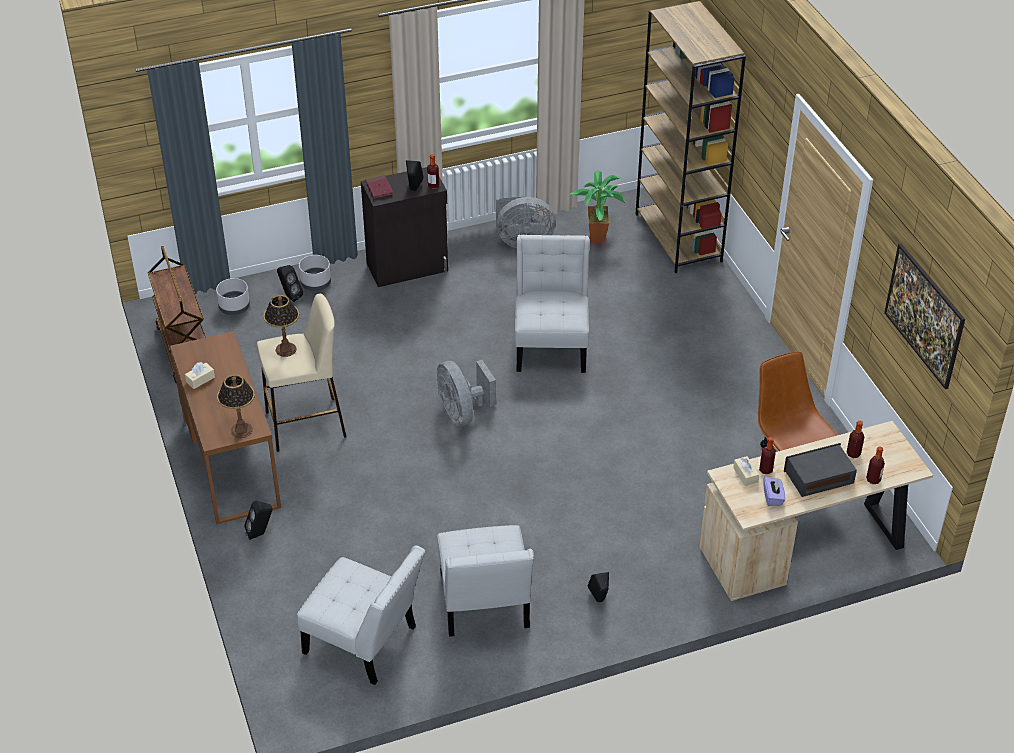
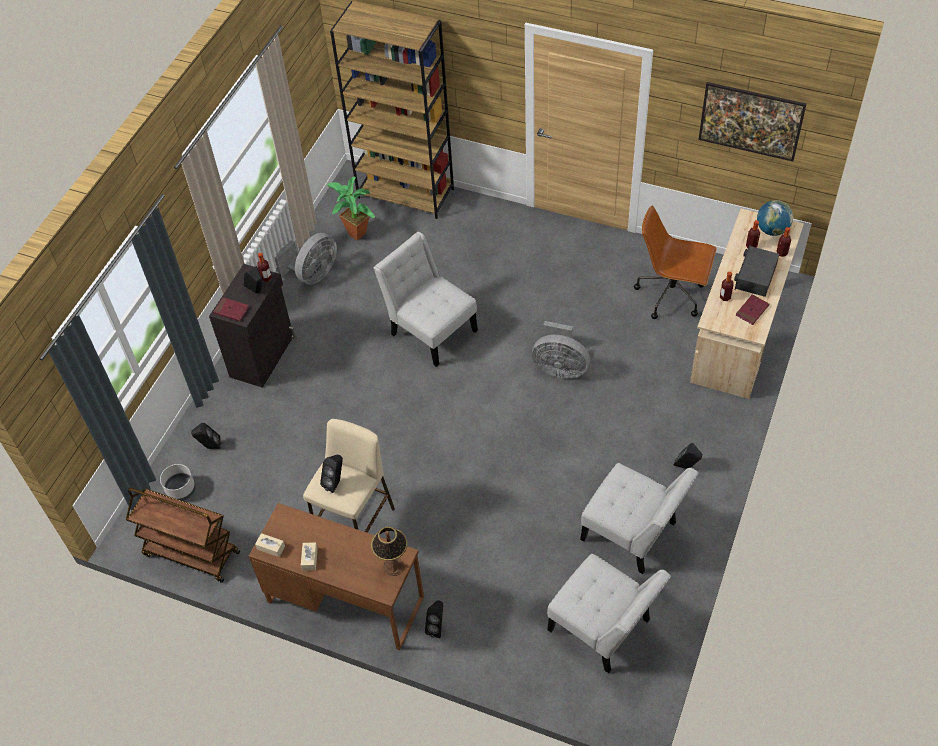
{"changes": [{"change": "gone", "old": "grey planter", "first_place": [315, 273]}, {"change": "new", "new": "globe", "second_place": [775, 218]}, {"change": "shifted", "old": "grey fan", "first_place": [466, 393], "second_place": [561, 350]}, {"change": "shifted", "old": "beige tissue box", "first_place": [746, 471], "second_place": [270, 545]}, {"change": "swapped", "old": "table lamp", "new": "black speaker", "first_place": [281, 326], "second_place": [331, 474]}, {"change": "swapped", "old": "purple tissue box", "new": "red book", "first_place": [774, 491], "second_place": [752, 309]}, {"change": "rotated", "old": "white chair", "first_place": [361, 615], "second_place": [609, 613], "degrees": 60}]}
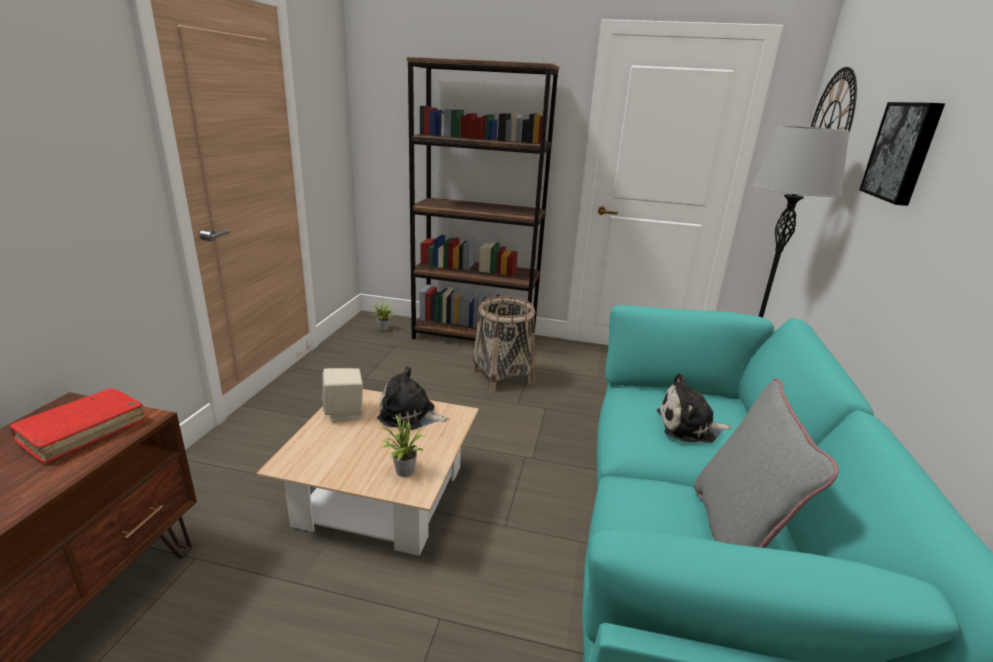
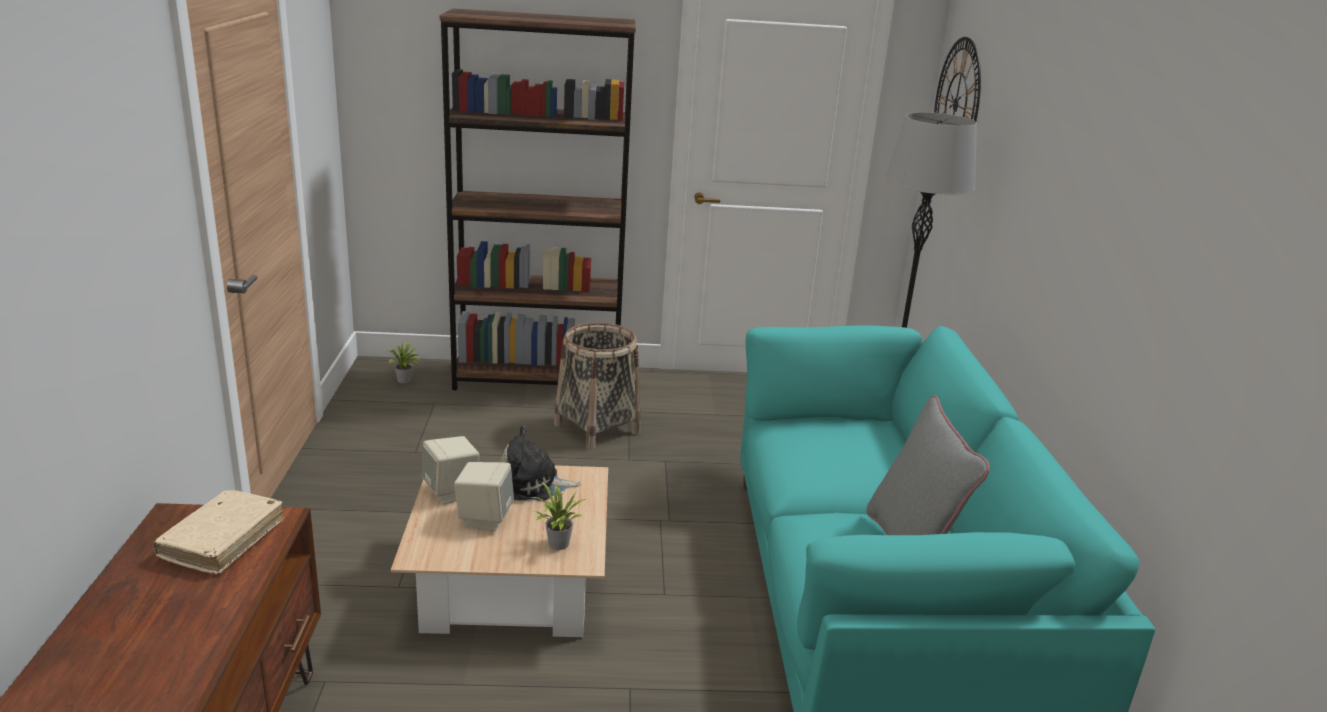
{"changes": [{"change": "gone", "old": "plush toy", "first_place": [694, 408]}, {"change": "gone", "old": "picture", "first_place": [902, 154]}, {"change": "new", "new": "beige speaker", "second_place": [484, 496]}, {"change": "repainted", "old": "red book", "new": "beige book", "first_place": [77, 426], "second_place": [218, 532]}]}
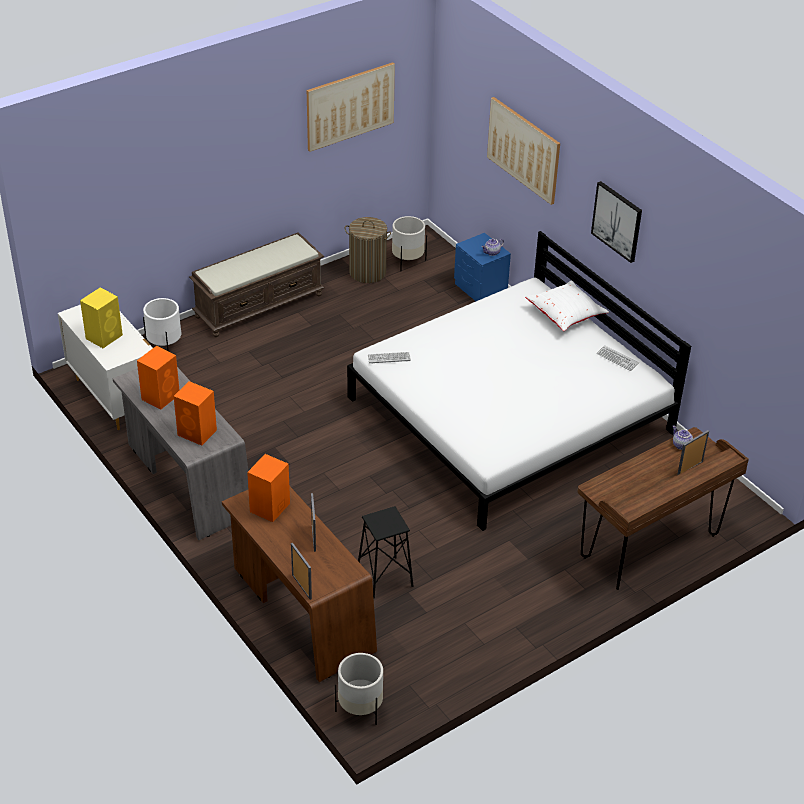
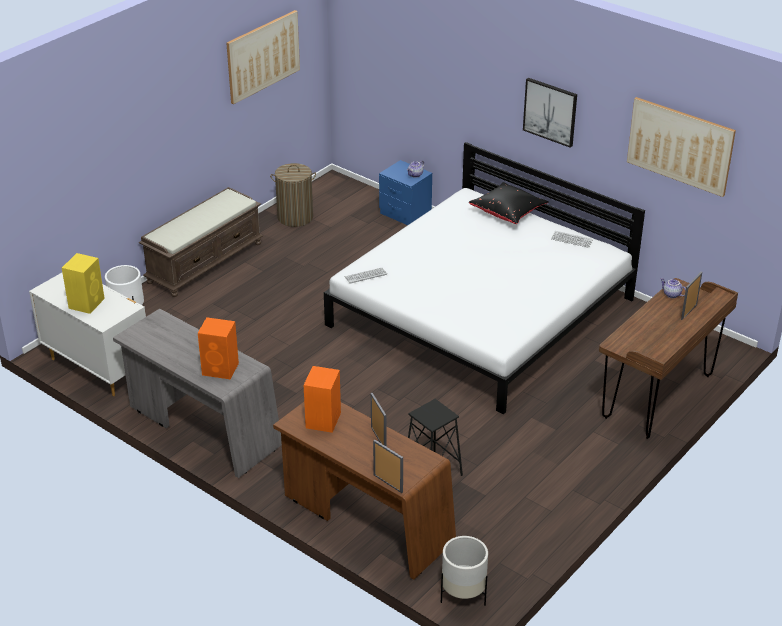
{"changes": [{"change": "gone", "old": "orange speaker", "first_place": [158, 378]}, {"change": "gone", "old": "white planter", "first_place": [409, 243]}, {"change": "shifted", "old": "picture", "first_place": [523, 151], "second_place": [681, 147]}, {"change": "repainted", "old": "white pillow", "new": "black pillow", "first_place": [567, 305], "second_place": [509, 203]}]}
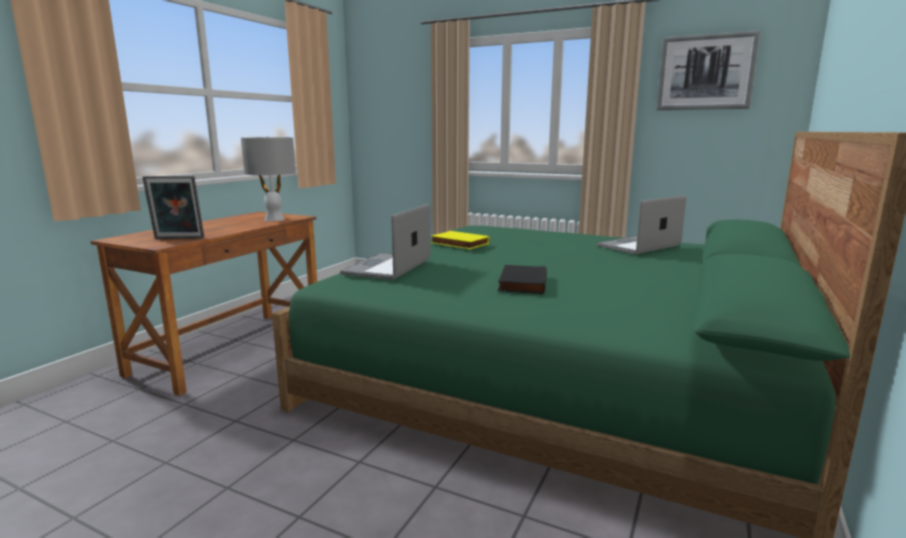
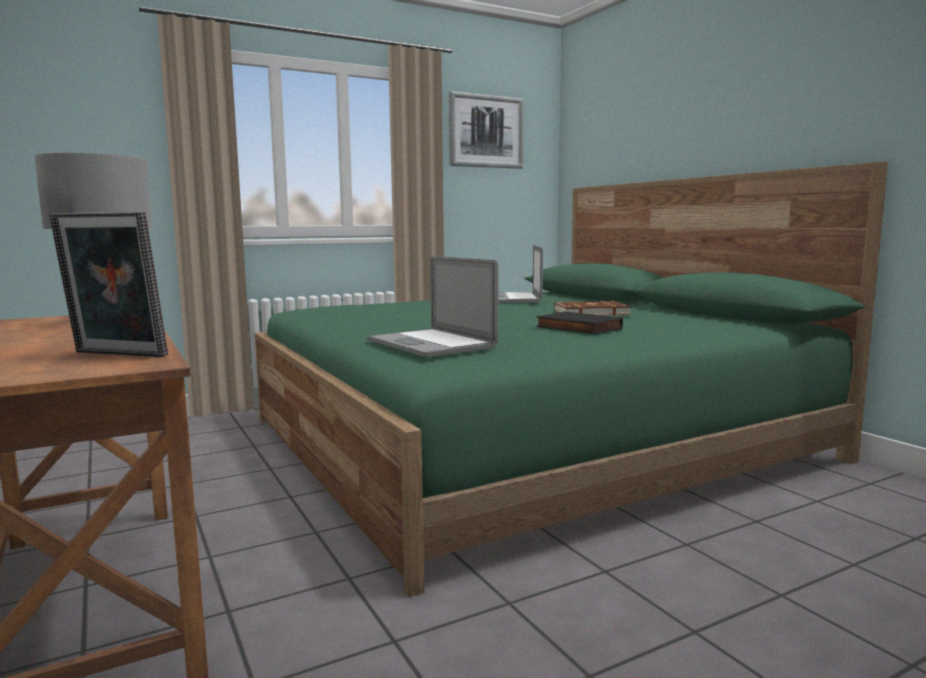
{"changes": [{"change": "gone", "old": "yellow book", "first_place": [460, 240]}, {"change": "new", "new": "brown book", "second_place": [592, 308]}, {"change": "rotated", "old": "picture frame", "first_place": [173, 207], "second_place": [108, 284], "degrees": 75}]}
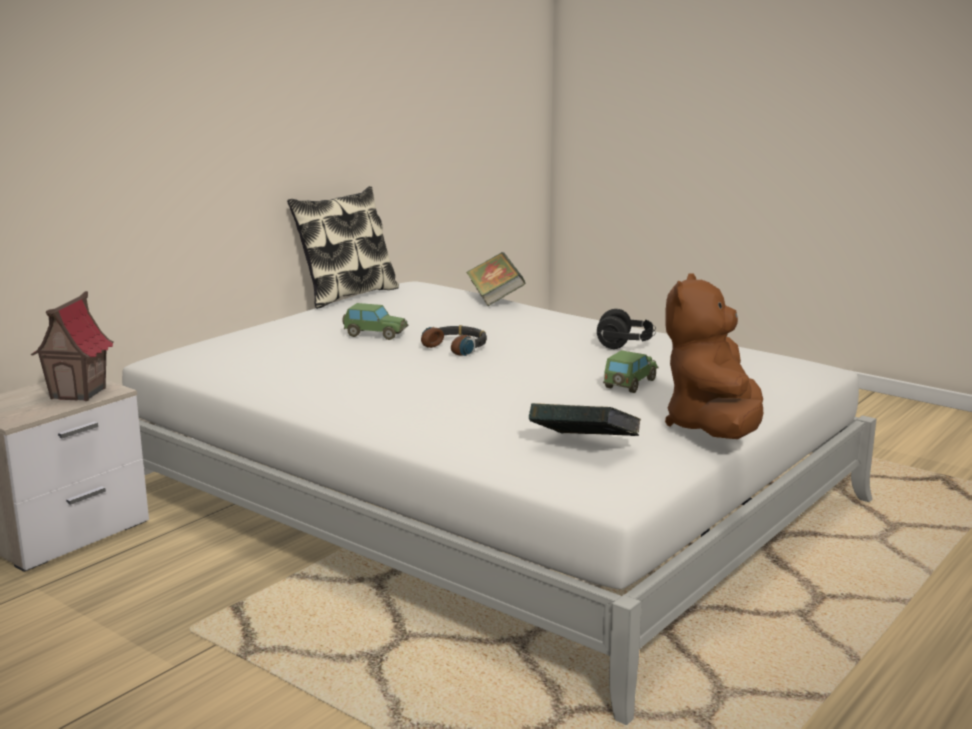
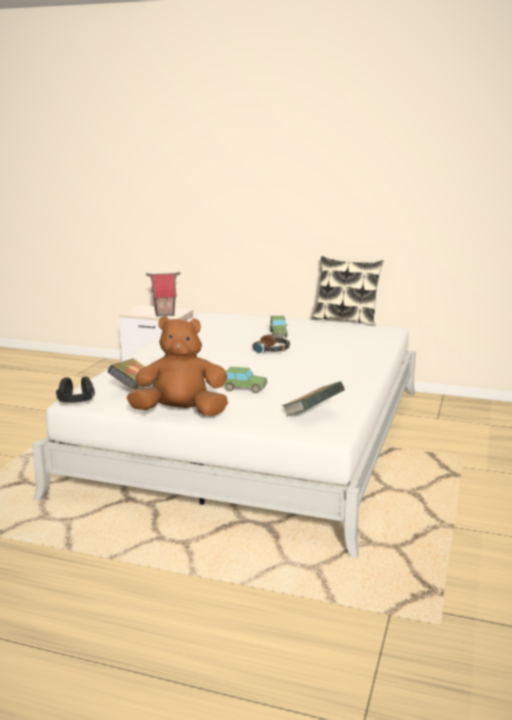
{"changes": [{"change": "shifted", "old": "book", "first_place": [495, 279], "second_place": [313, 398]}, {"change": "shifted", "old": "black headphones", "first_place": [626, 329], "second_place": [75, 389]}]}
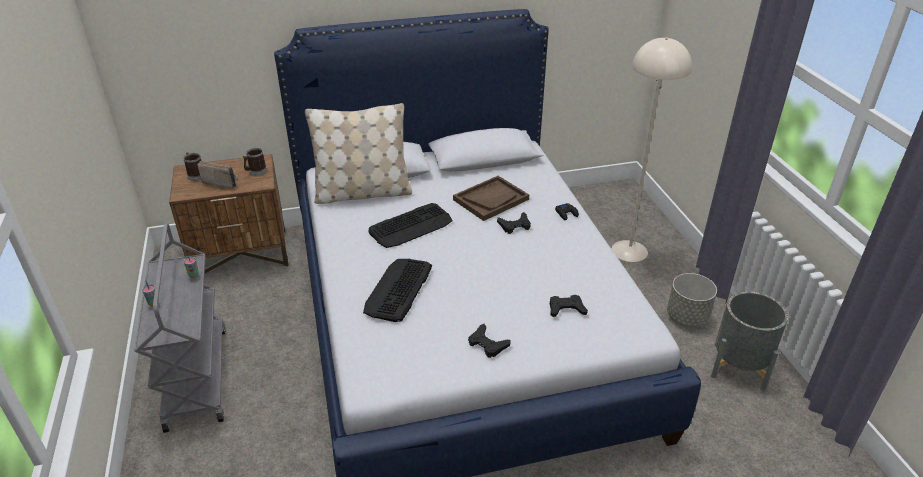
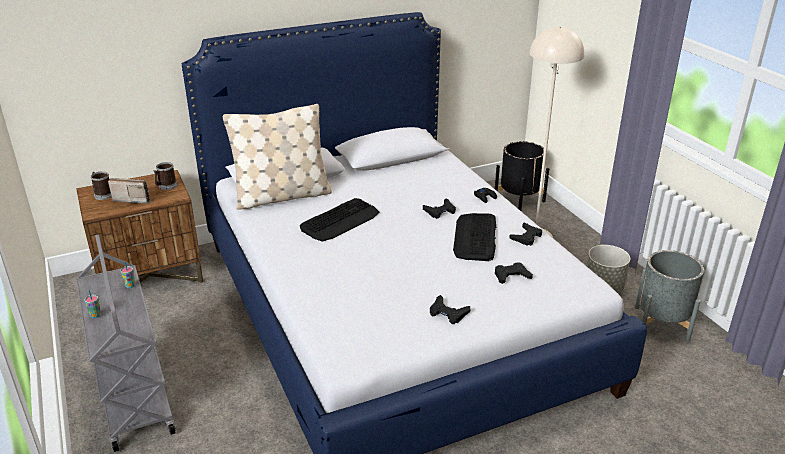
{"changes": [{"change": "gone", "old": "brown tray", "first_place": [491, 198]}, {"change": "new", "new": "black planter", "second_place": [522, 176]}, {"change": "new", "new": "black game controller", "second_place": [525, 234]}, {"change": "shifted", "old": "keyboard", "first_place": [397, 290], "second_place": [474, 237]}]}
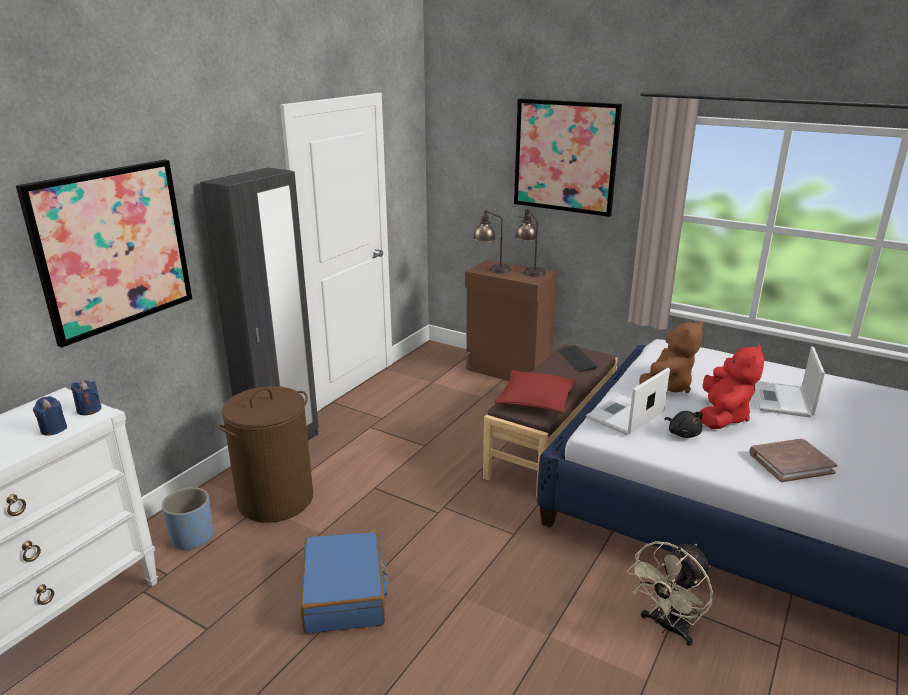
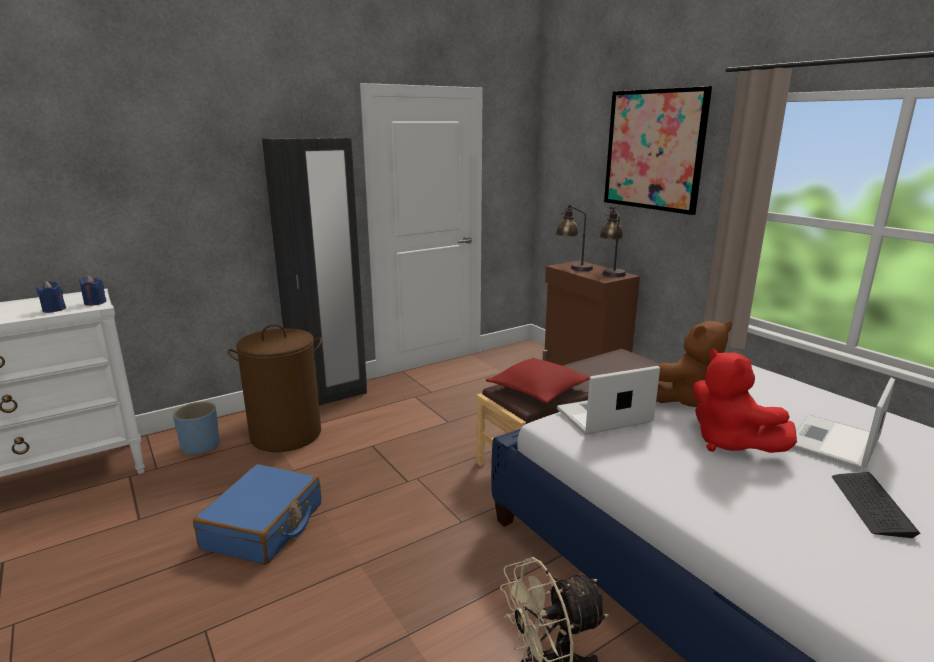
{"changes": [{"change": "gone", "old": "picture", "first_place": [104, 254]}, {"change": "gone", "old": "black plush toy", "first_place": [683, 424]}, {"change": "gone", "old": "brown book", "first_place": [793, 460]}, {"change": "shifted", "old": "keyboard", "first_place": [578, 358], "second_place": [876, 505]}, {"change": "rotated", "old": "red plush toy", "first_place": [732, 386], "second_place": [745, 400], "degrees": 105}]}
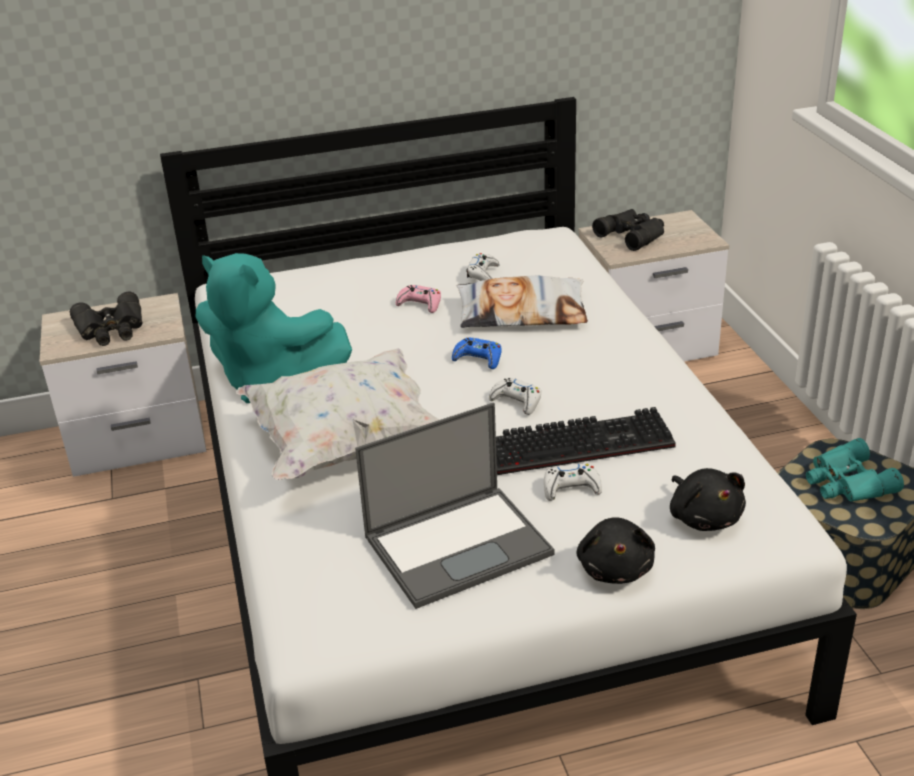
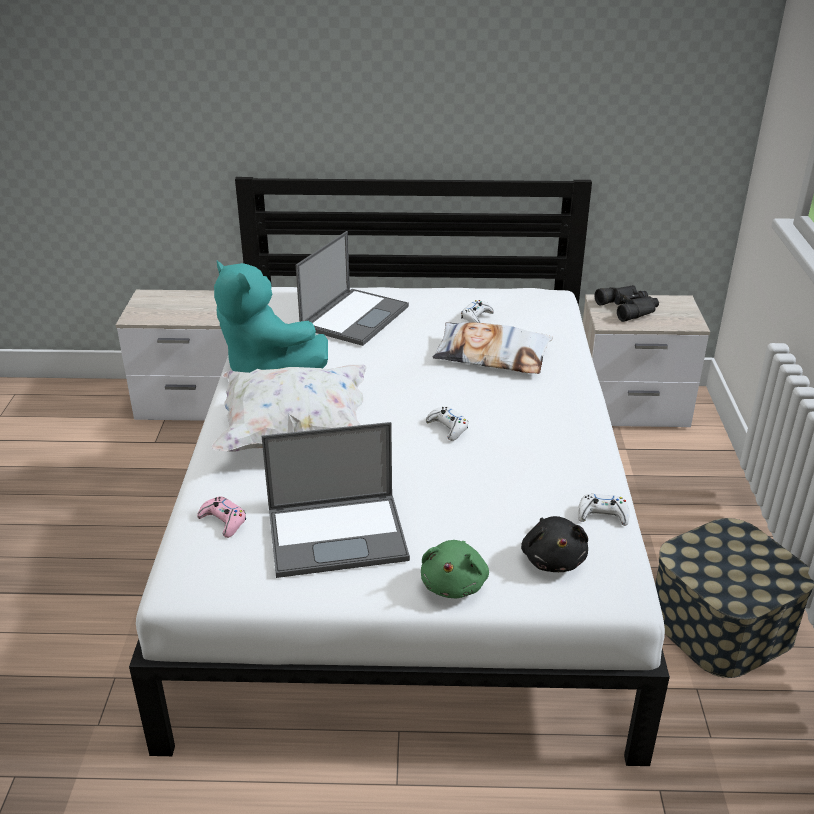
{"changes": [{"change": "gone", "old": "black binoculars", "first_place": [106, 319]}, {"change": "gone", "old": "blue game controller", "first_place": [477, 353]}, {"change": "gone", "old": "keyboard", "first_place": [586, 441]}, {"change": "gone", "old": "turquoise binoculars", "first_place": [855, 470]}, {"change": "new", "new": "laptop", "second_place": [352, 288]}, {"change": "shifted", "old": "pink game controller", "first_place": [418, 299], "second_place": [221, 517]}, {"change": "shifted", "old": "white game controller", "first_place": [573, 482], "second_place": [604, 510]}, {"change": "repainted", "old": "black plush toy", "new": "green plush toy", "first_place": [615, 550], "second_place": [455, 569]}]}
